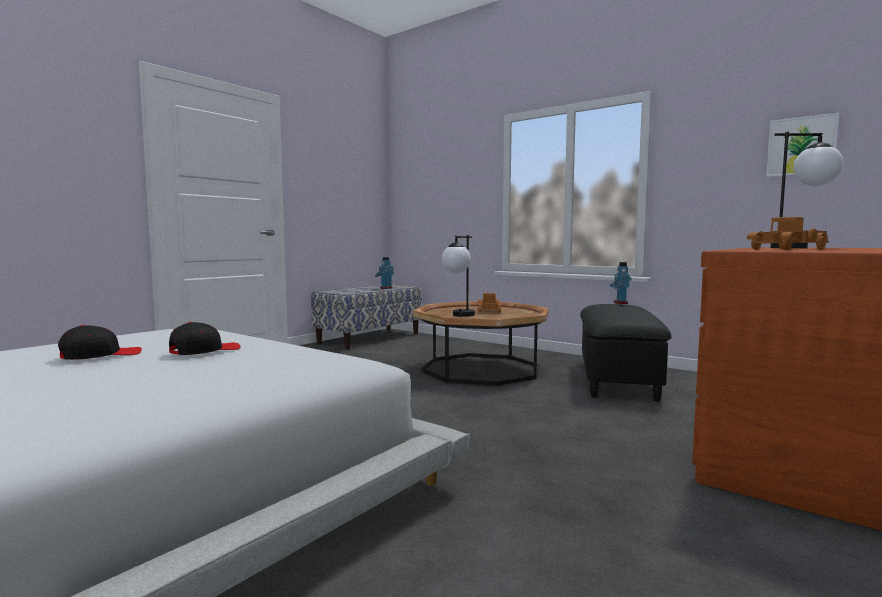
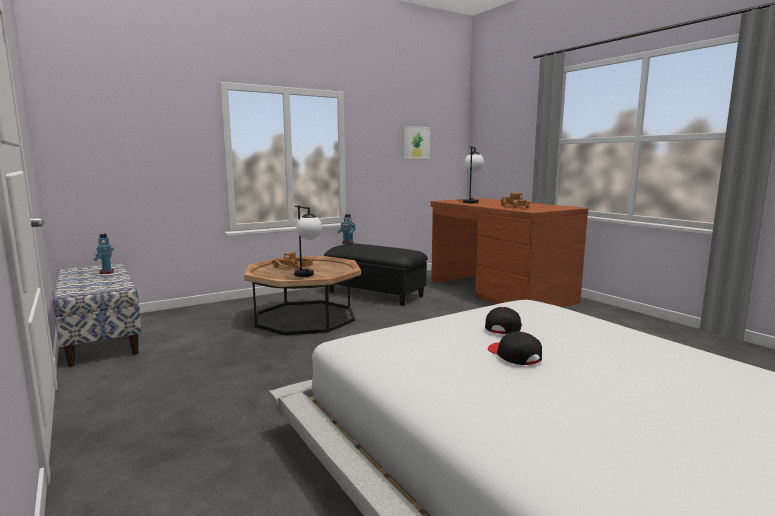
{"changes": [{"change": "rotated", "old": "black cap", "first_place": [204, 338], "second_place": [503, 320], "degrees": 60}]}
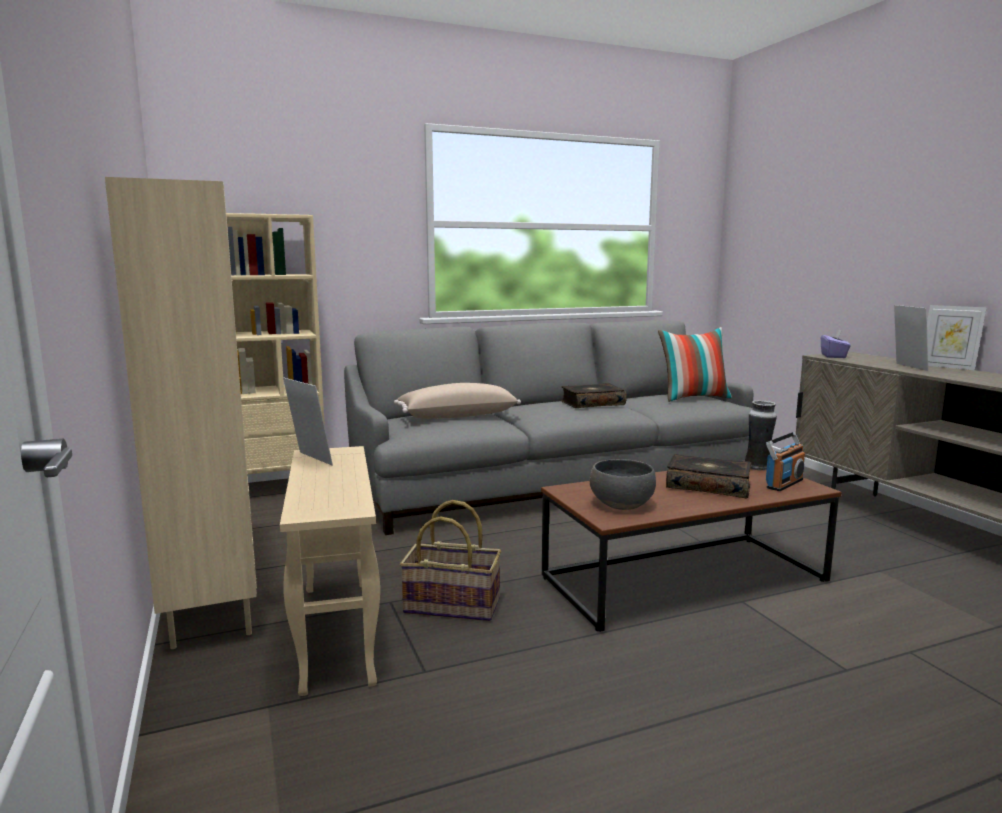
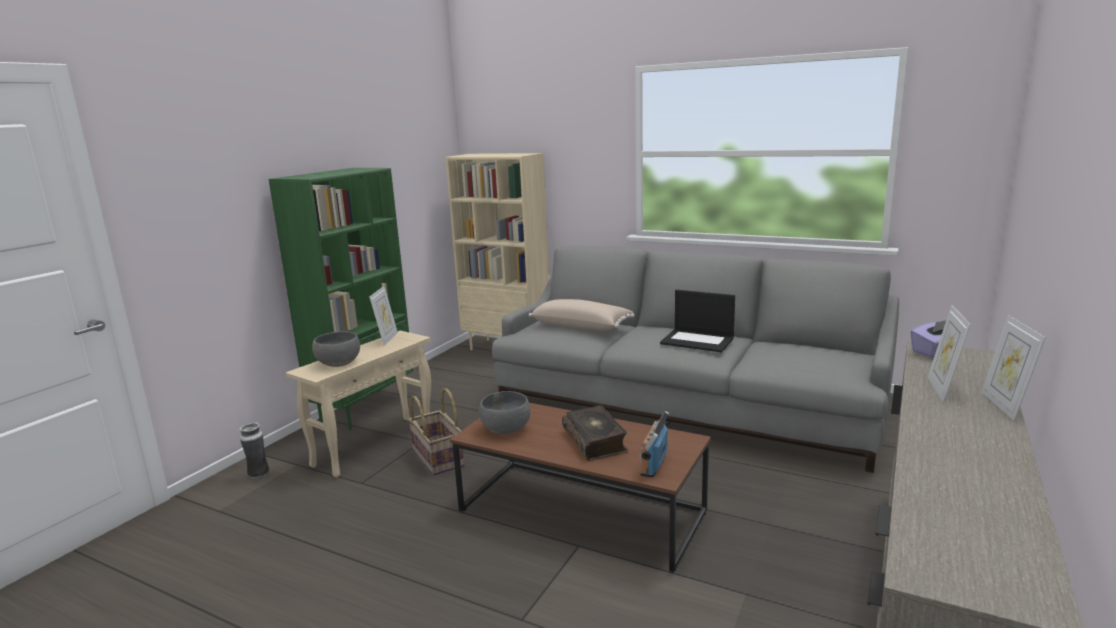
{"changes": [{"change": "gone", "old": "pillow", "first_place": [695, 364]}, {"change": "new", "new": "grey bowl", "second_place": [336, 349]}, {"change": "shifted", "old": "vase", "first_place": [761, 435], "second_place": [255, 450]}, {"change": "swapped", "old": "book", "new": "laptop", "first_place": [594, 395], "second_place": [697, 321]}, {"change": "repainted", "old": "beige bookcase", "new": "green bookcase", "first_place": [181, 413], "second_place": [341, 299]}, {"change": "rotated", "old": "radio", "first_place": [785, 461], "second_place": [654, 444], "degrees": 105}, {"change": "rotated", "old": "picture frame", "first_place": [911, 338], "second_place": [949, 354], "degrees": 150}]}
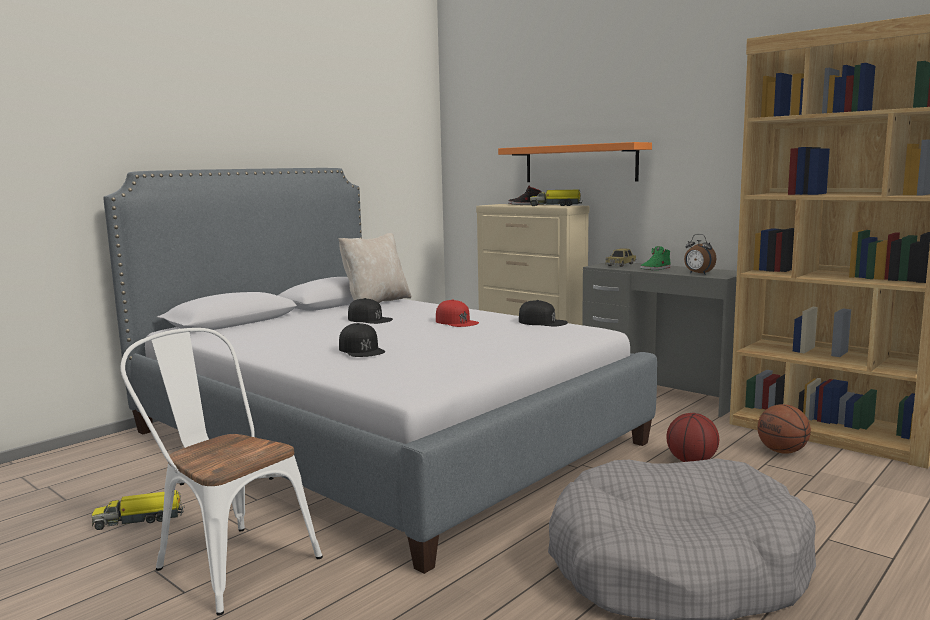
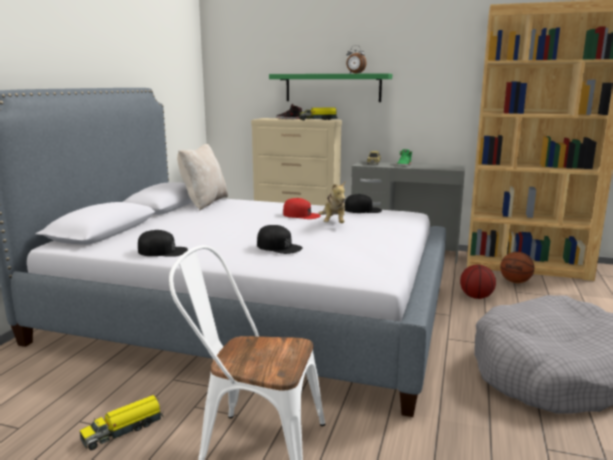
{"changes": [{"change": "new", "new": "plush toy", "second_place": [332, 202]}, {"change": "shifted", "old": "black cap", "first_place": [370, 311], "second_place": [163, 243]}, {"change": "shifted", "old": "alarm clock", "first_place": [700, 254], "second_place": [356, 59]}, {"change": "repainted", "old": "orange shelf", "new": "green shelf", "first_place": [575, 162], "second_place": [330, 87]}]}
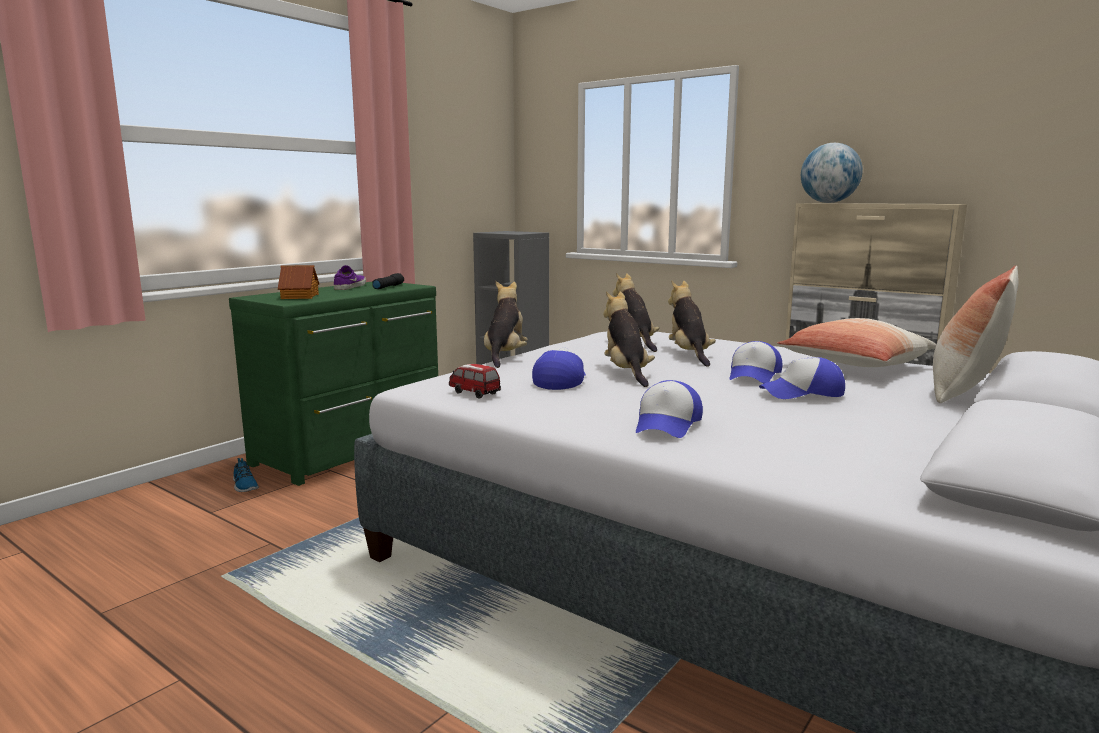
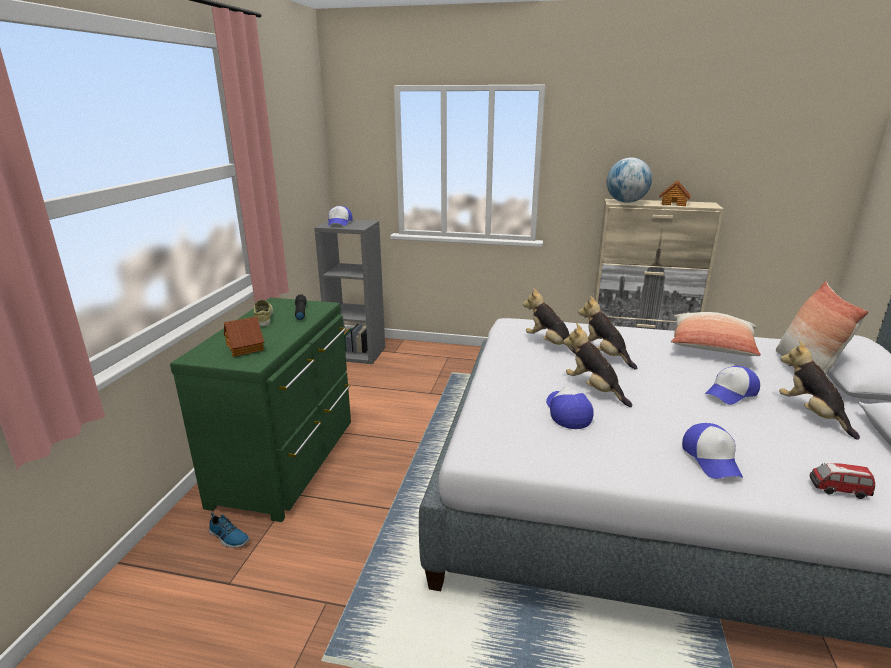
{"changes": [{"change": "new", "new": "toy house", "second_place": [675, 193]}, {"change": "shifted", "old": "toy car", "first_place": [475, 381], "second_place": [842, 481]}, {"change": "shifted", "old": "plush toy", "first_place": [506, 324], "second_place": [819, 390]}, {"change": "shifted", "old": "cap", "first_place": [756, 362], "second_place": [340, 216]}, {"change": "repainted", "old": "purple shoe", "new": "beige shoe", "first_place": [350, 277], "second_place": [263, 313]}]}
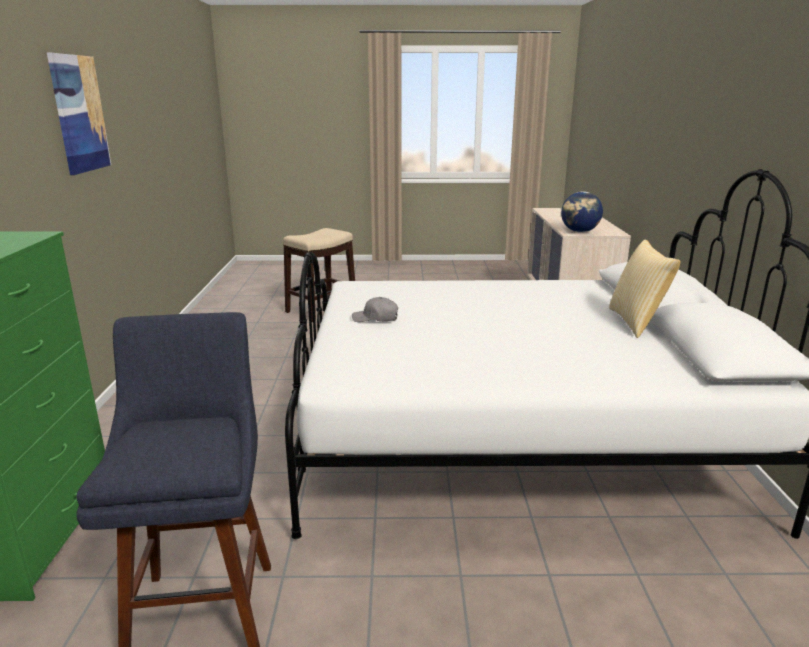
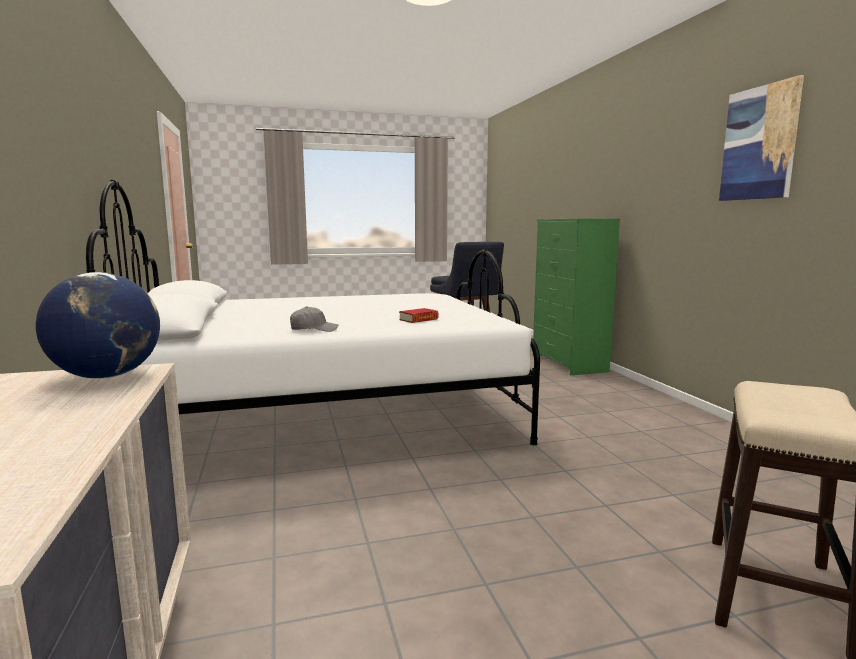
{"changes": [{"change": "gone", "old": "pillow", "first_place": [645, 289]}, {"change": "new", "new": "book", "second_place": [419, 315]}, {"change": "shifted", "old": "grey cap", "first_place": [375, 309], "second_place": [314, 319]}]}
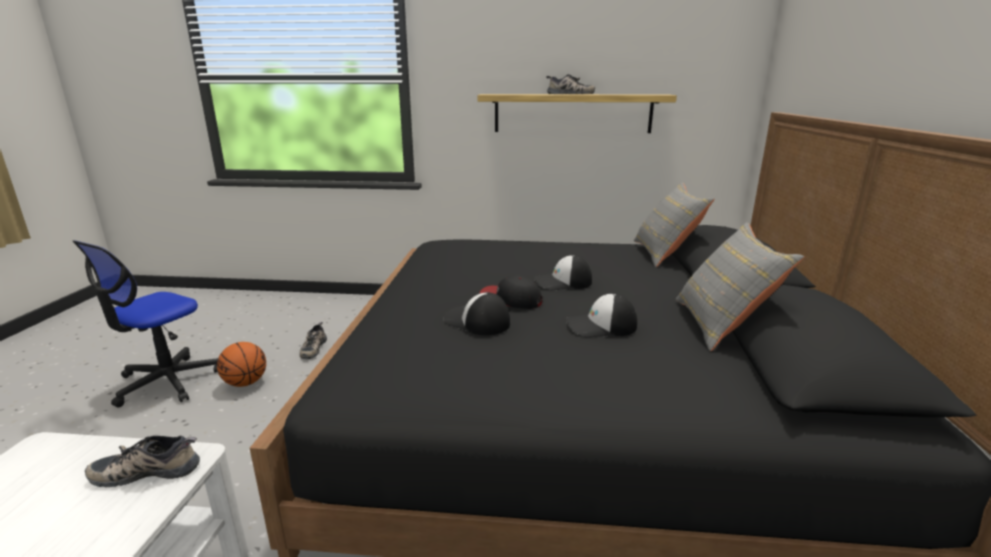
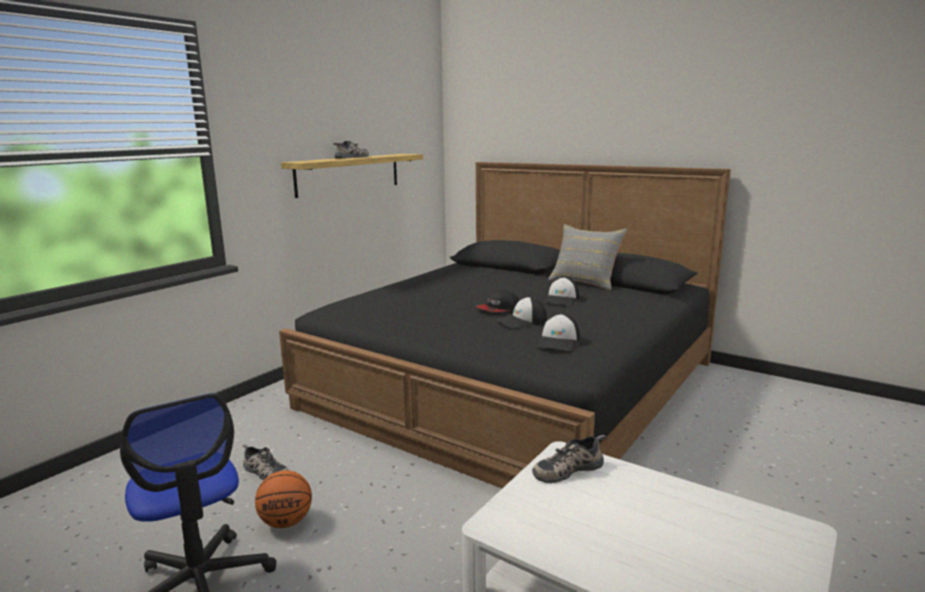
{"changes": [{"change": "gone", "old": "grey pillow", "first_place": [674, 224]}, {"change": "shifted", "old": "cap", "first_place": [563, 272], "second_place": [558, 332]}, {"change": "rotated", "old": "shoe", "first_place": [142, 461], "second_place": [569, 459], "degrees": 45}]}
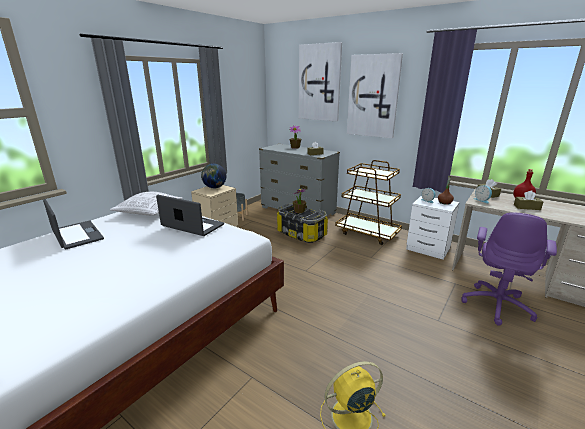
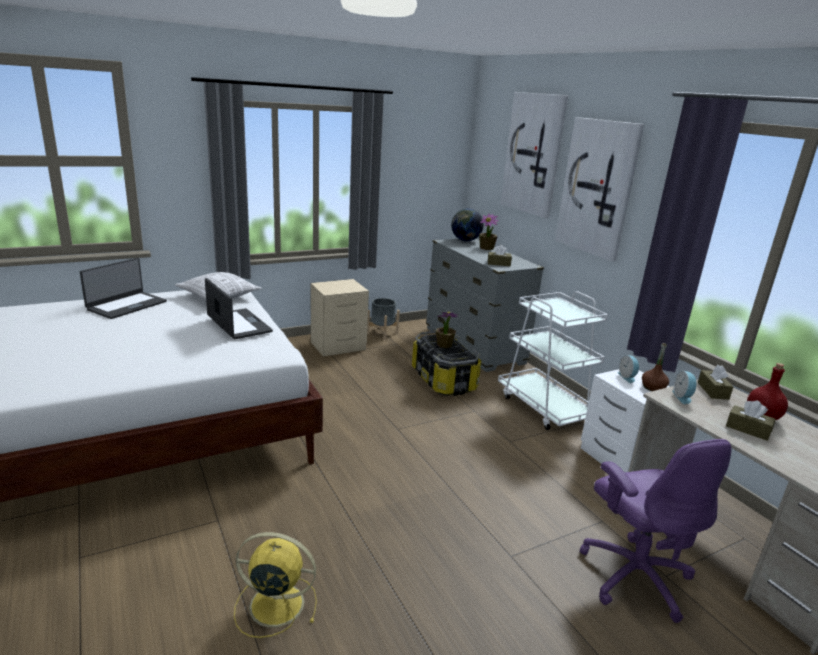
{"changes": [{"change": "shifted", "old": "globe", "first_place": [213, 176], "second_place": [467, 224]}, {"change": "repainted", "old": "brown cart", "new": "white cart", "first_place": [368, 202], "second_place": [553, 360]}, {"change": "rotated", "old": "laptop", "first_place": [73, 224], "second_place": [123, 288], "degrees": 45}, {"change": "rotated", "old": "purple office chair", "first_place": [509, 269], "second_place": [656, 531], "degrees": -75}]}
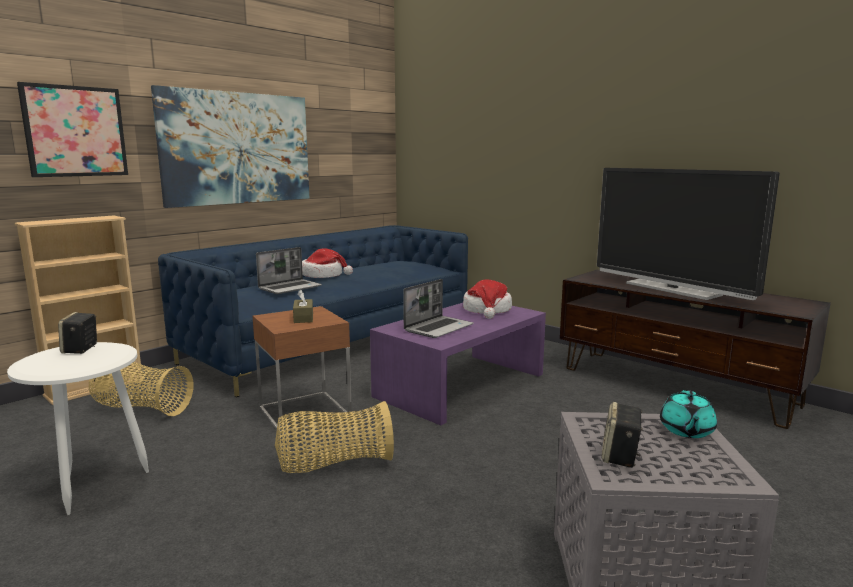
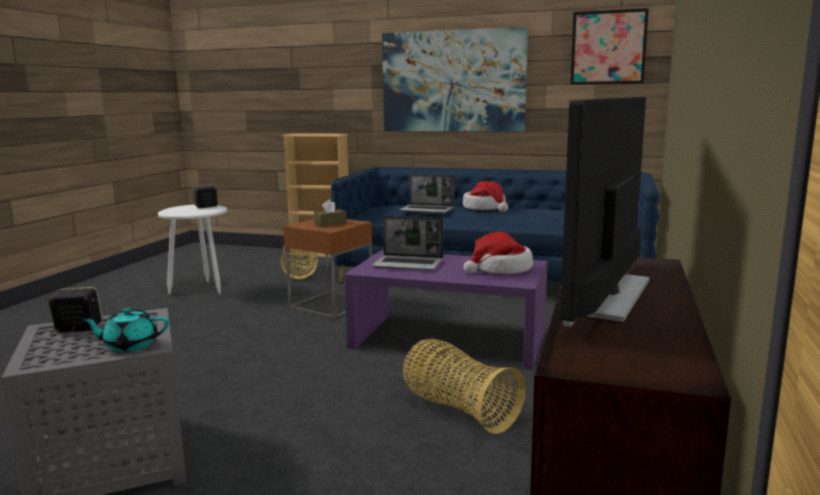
{"changes": [{"change": "shifted", "old": "picture", "first_place": [72, 129], "second_place": [609, 46]}, {"change": "shifted", "old": "basket", "first_place": [334, 437], "second_place": [464, 386]}]}
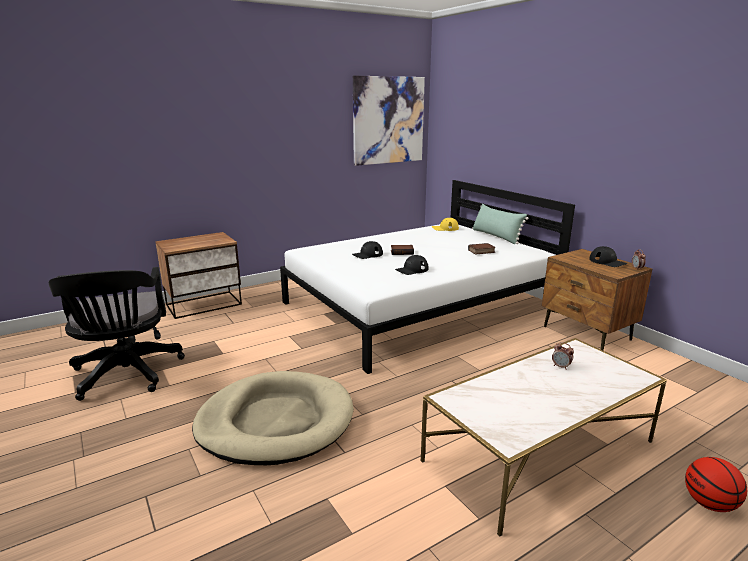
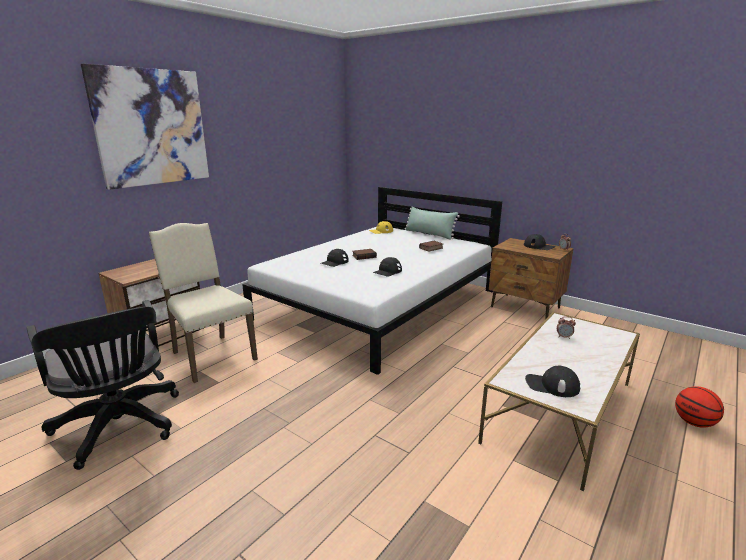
{"changes": [{"change": "gone", "old": "beige dog bed", "first_place": [273, 418]}, {"change": "new", "new": "beige chair", "second_place": [203, 303]}, {"change": "new", "new": "black cap", "second_place": [552, 381]}, {"change": "shifted", "old": "picture", "first_place": [389, 121], "second_place": [145, 127]}]}
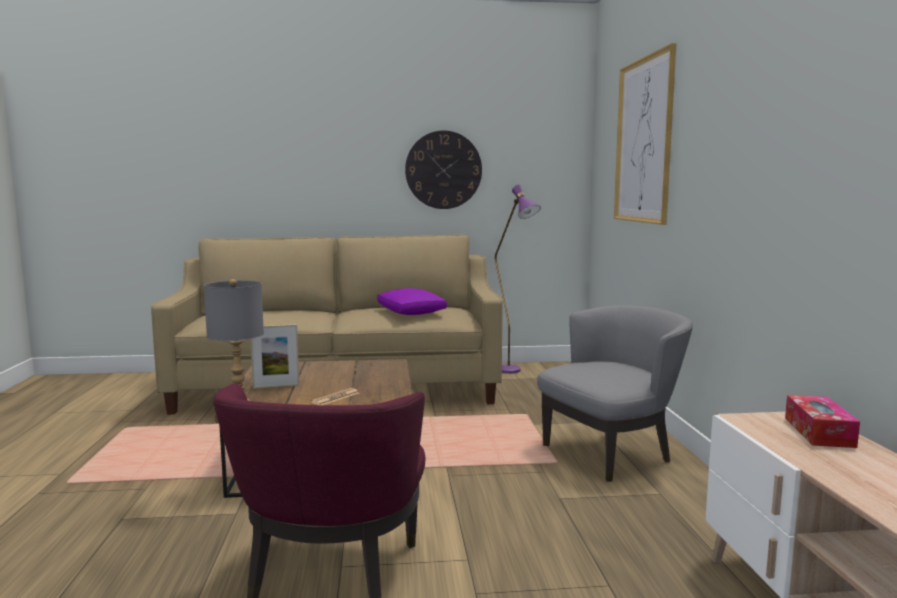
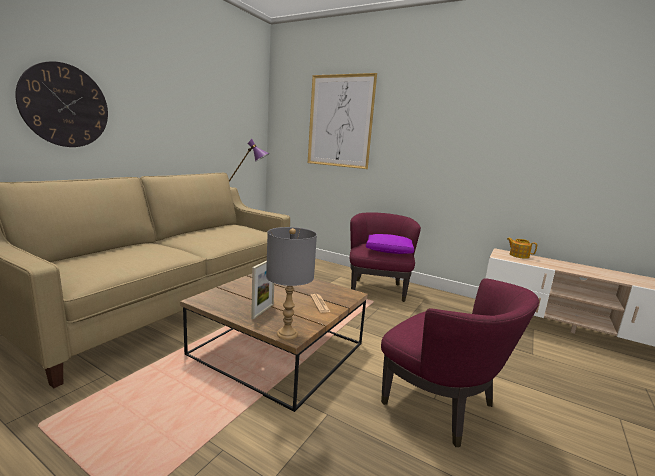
{"changes": [{"change": "shifted", "old": "purple pillow", "first_place": [412, 301], "second_place": [390, 244]}, {"change": "shifted", "old": "wall clock", "first_place": [443, 169], "second_place": [61, 104]}, {"change": "swapped", "old": "tissue box", "new": "teapot", "first_place": [822, 421], "second_place": [522, 248]}, {"change": "repainted", "old": "grey armchair", "new": "purple armchair", "first_place": [615, 393], "second_place": [385, 257]}]}
